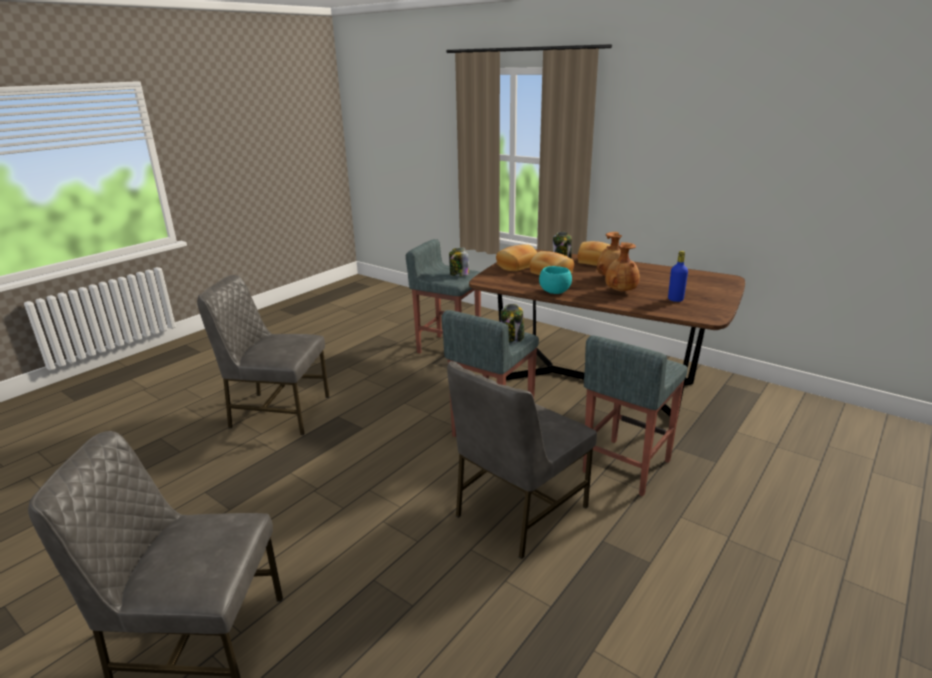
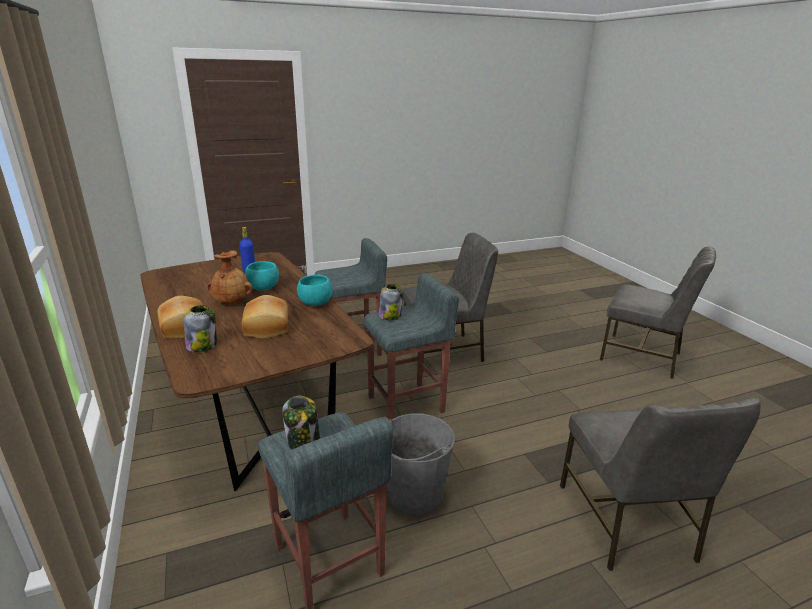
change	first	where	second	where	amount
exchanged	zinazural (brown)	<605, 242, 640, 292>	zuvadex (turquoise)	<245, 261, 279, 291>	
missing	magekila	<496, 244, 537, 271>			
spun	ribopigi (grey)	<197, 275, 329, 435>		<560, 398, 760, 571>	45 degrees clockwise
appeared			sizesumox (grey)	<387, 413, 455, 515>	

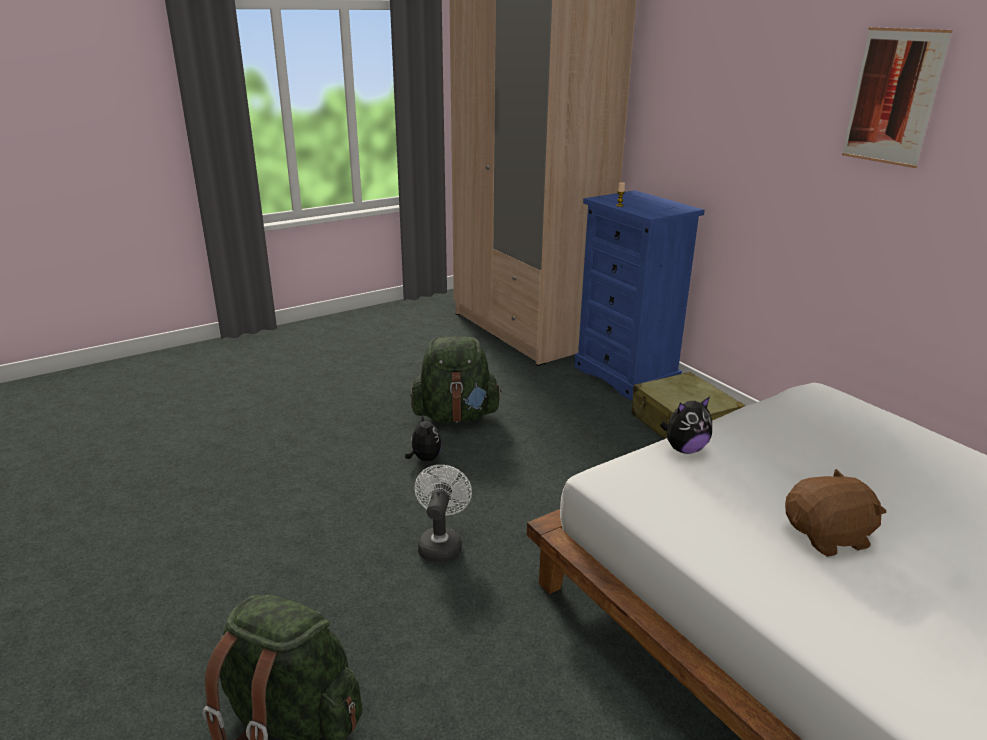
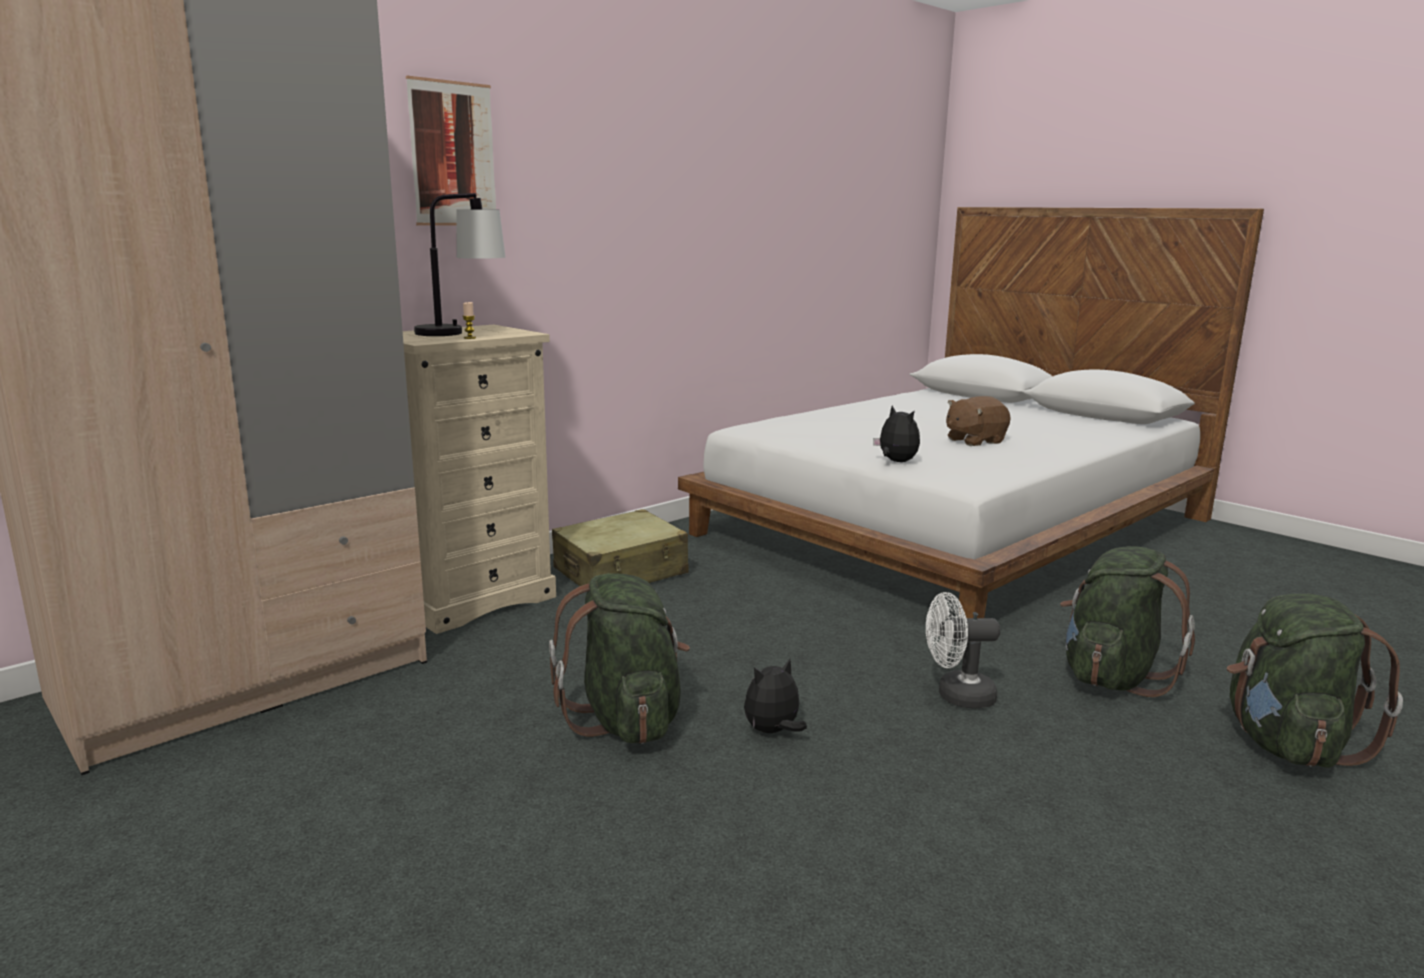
change	first	where	second	where	amount
relocated	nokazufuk	<842, 27, 953, 168>		<406, 76, 496, 226>	
colour	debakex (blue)	<574, 190, 705, 401>	debakex (beige)	<403, 325, 556, 634>	
spun	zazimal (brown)	<785, 469, 887, 557>		<946, 396, 1011, 446>	90 degrees counterclockwise
appeared			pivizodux	<414, 193, 505, 336>	
appeared			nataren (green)	<1060, 546, 1195, 697>	

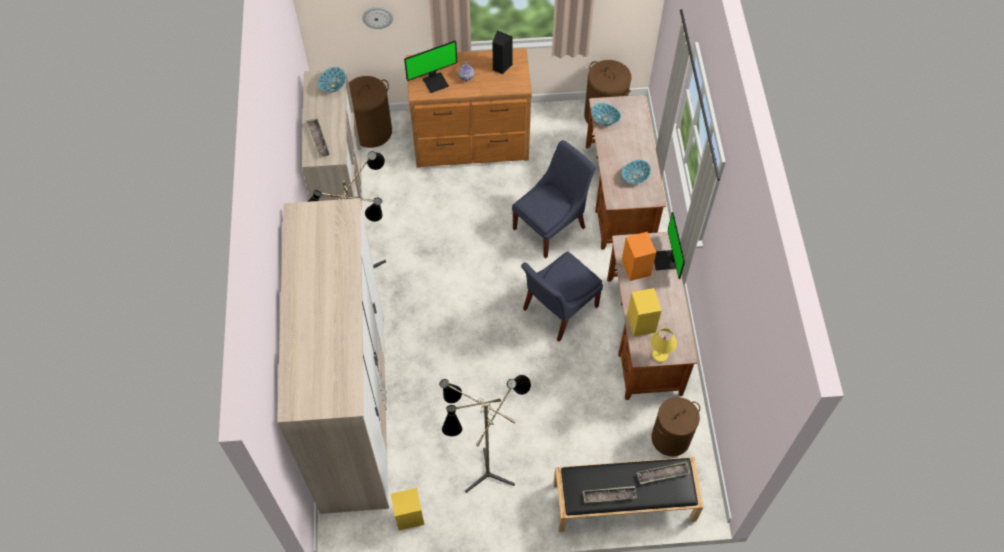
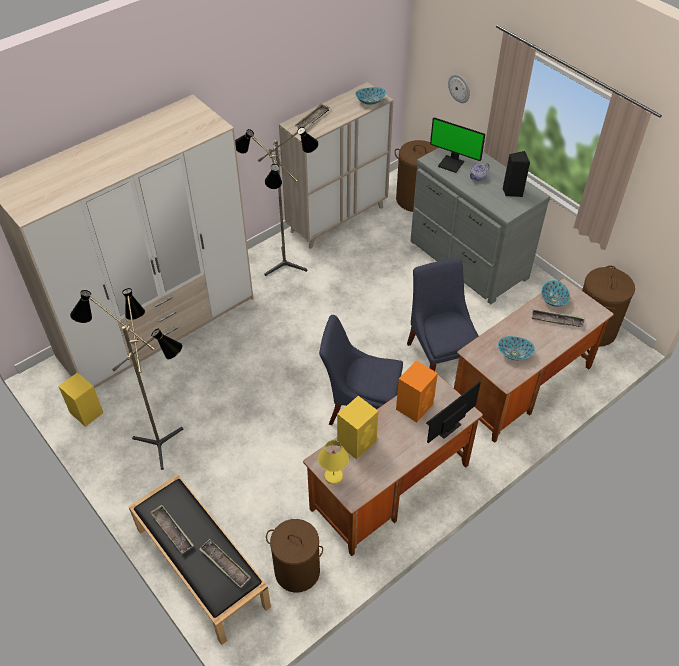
change	first	where	second	where	amount
colour	debakex (brown)	<406, 48, 532, 168>	debakex (grey)	<410, 148, 551, 304>	
spun	ribopigi (blue)	<512, 140, 595, 259>		<407, 258, 479, 371>	120 degrees counterclockwise
appeared			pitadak	<531, 309, 584, 327>	

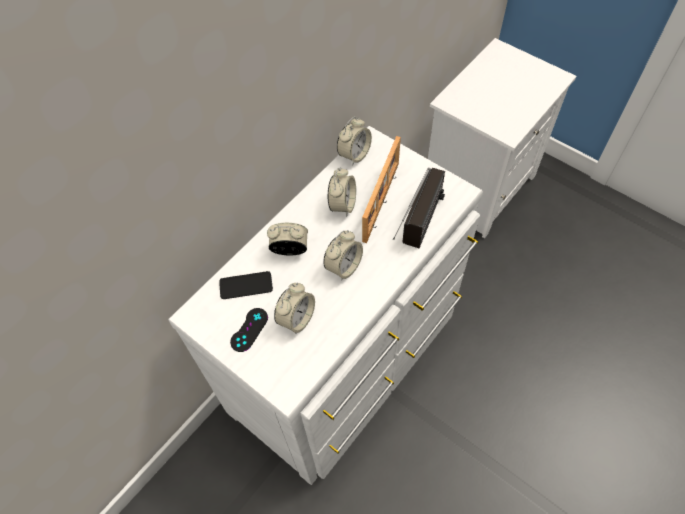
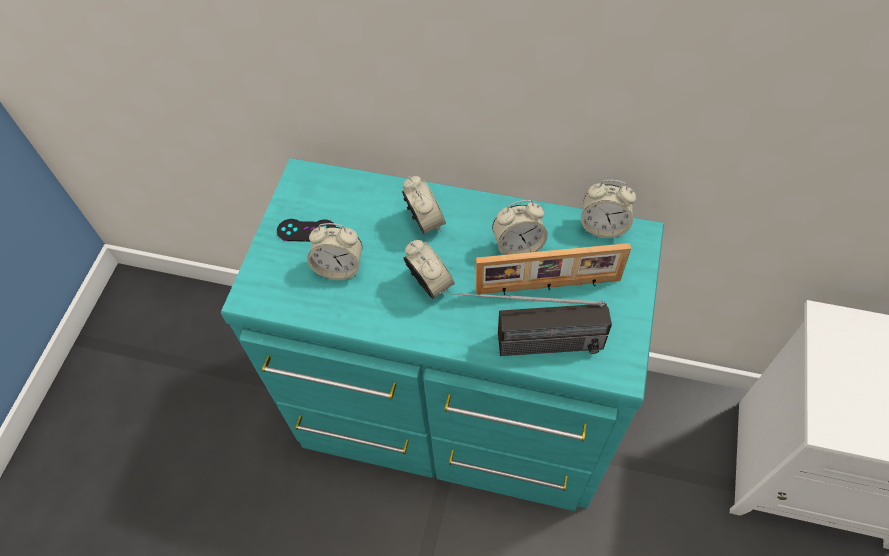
change	first	where	second	where	amount
colour	debakex (white)	<168, 126, 483, 485>	debakex (turquoise)	<221, 158, 664, 511>	
spun	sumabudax	<323, 230, 363, 280>		<403, 240, 455, 299>	135 degrees counterclockwise
missing	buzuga	<219, 271, 273, 299>			

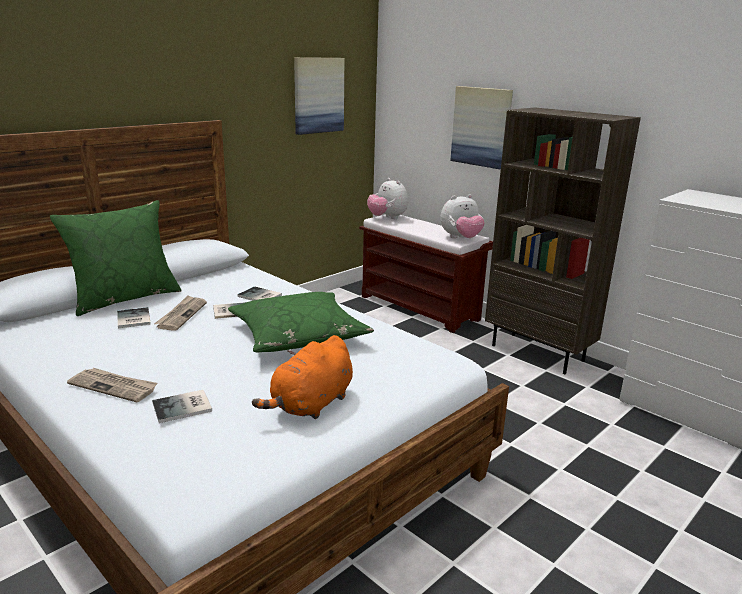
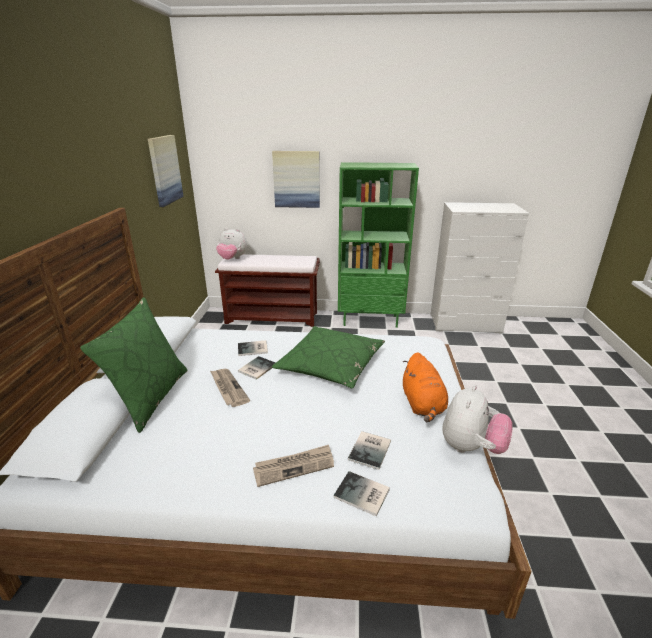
change	first	where	second	where	amount
colour	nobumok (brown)	<485, 107, 641, 374>	nobumok (green)	<338, 162, 419, 328>	
relocated	zazimal	<440, 194, 485, 238>		<443, 385, 513, 454>	
relocated	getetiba	<117, 307, 151, 328>		<333, 471, 390, 516>	

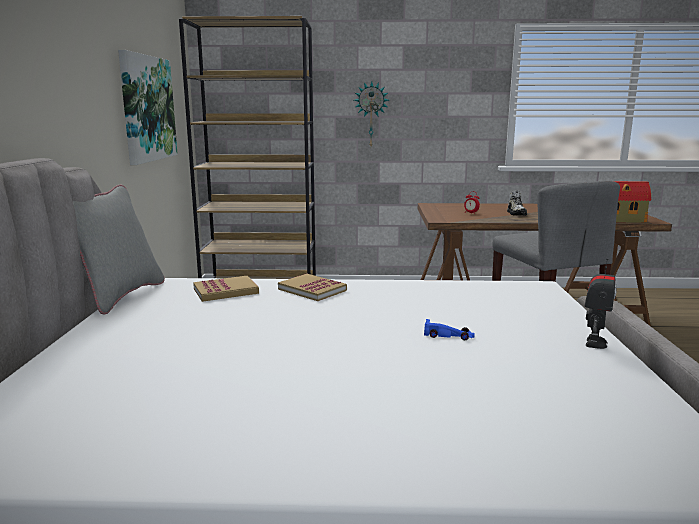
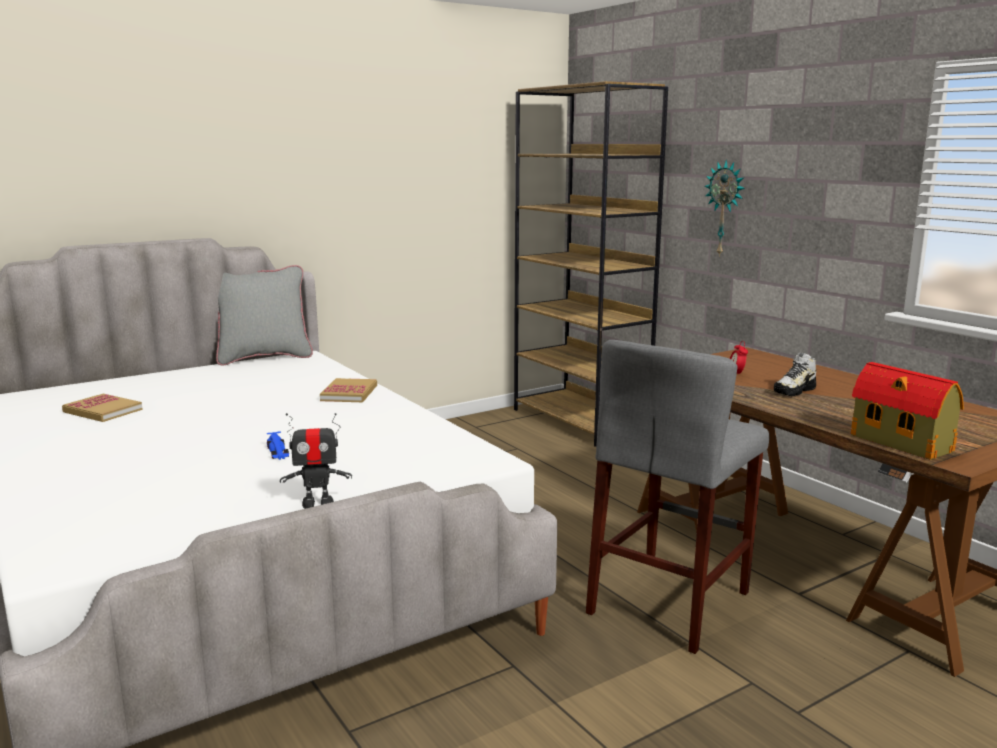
change	first	where	second	where	amount
missing	nokazufuk	<118, 50, 178, 165>			
relocated	getetiba	<193, 276, 259, 302>		<62, 394, 143, 422>	

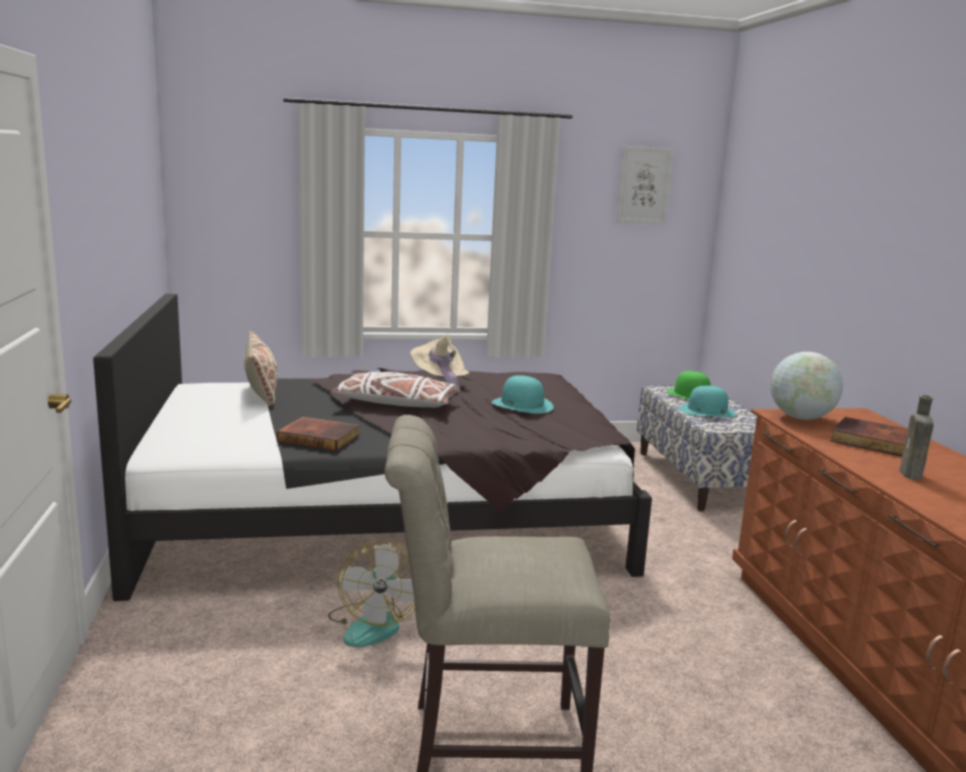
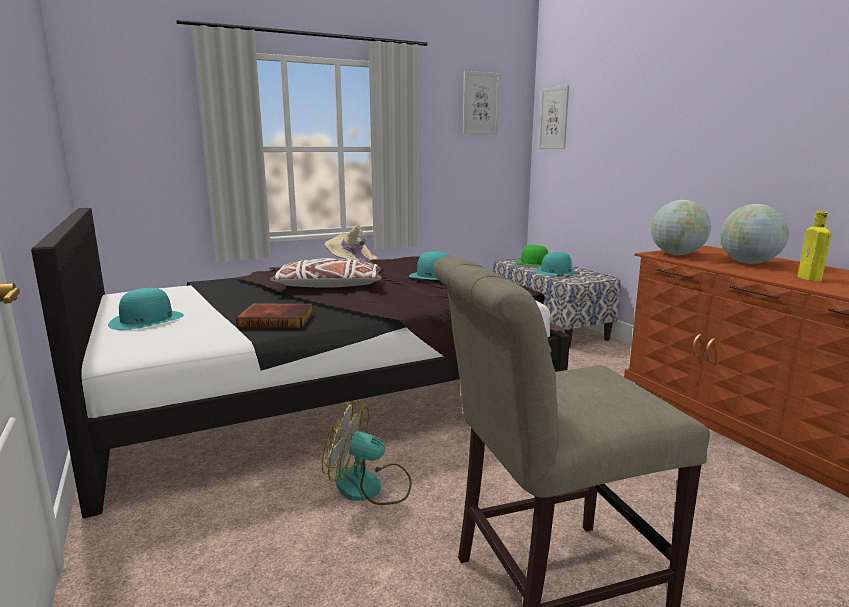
change	first	where	second	where	amount
missing	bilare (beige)	<244, 331, 278, 406>			
colour	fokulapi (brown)	<900, 395, 934, 480>	fokulapi (yellow)	<797, 211, 831, 281>	
exchanged	getetiba	<830, 417, 908, 457>	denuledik	<720, 204, 789, 264>	
spun	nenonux	<328, 541, 415, 647>		<322, 400, 411, 505>	120 degrees clockwise
appeared			nokazufuk	<538, 85, 569, 149>	
appeared			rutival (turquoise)	<108, 288, 184, 330>	

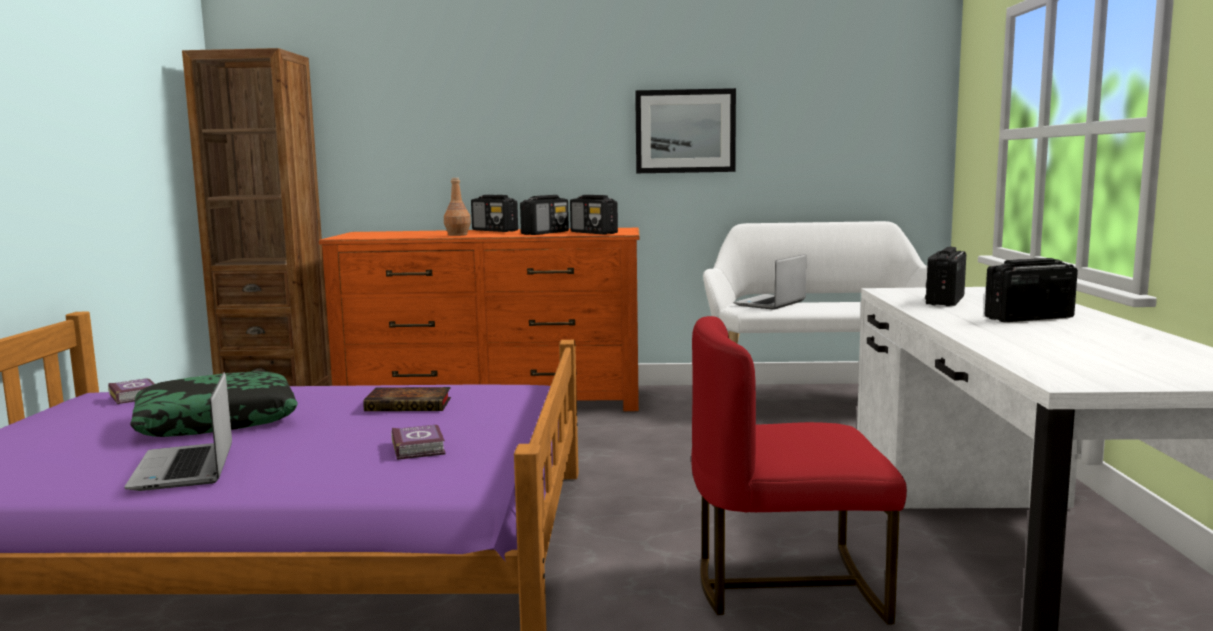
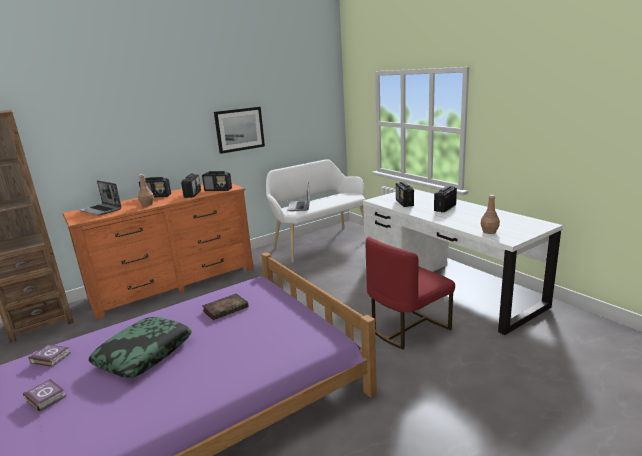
change	first	where	second	where	amount
relocated	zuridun	<124, 372, 232, 491>		<79, 180, 122, 216>	
relocated	getetiba	<391, 425, 446, 460>		<23, 379, 67, 412>	
appeared			fokulapi (brown)	<481, 195, 500, 234>	

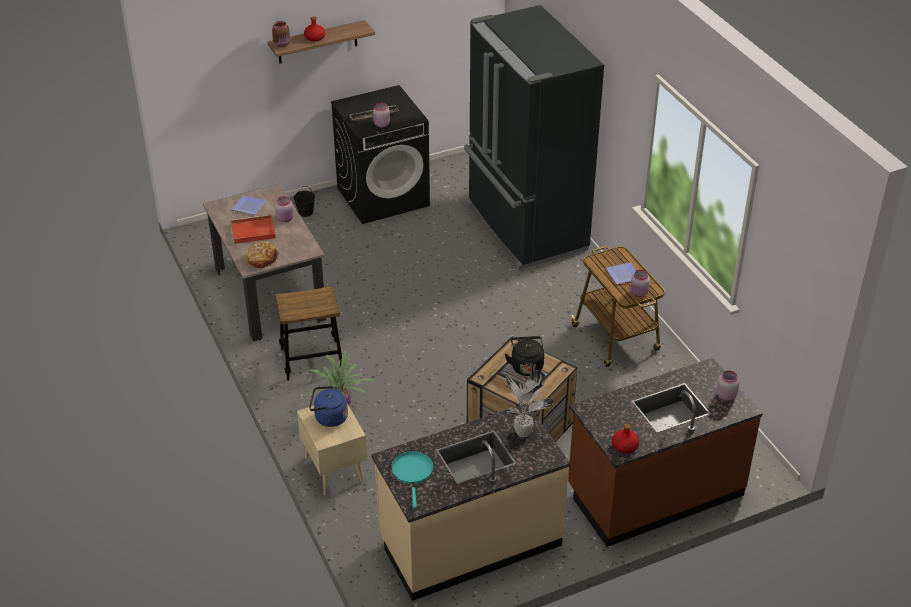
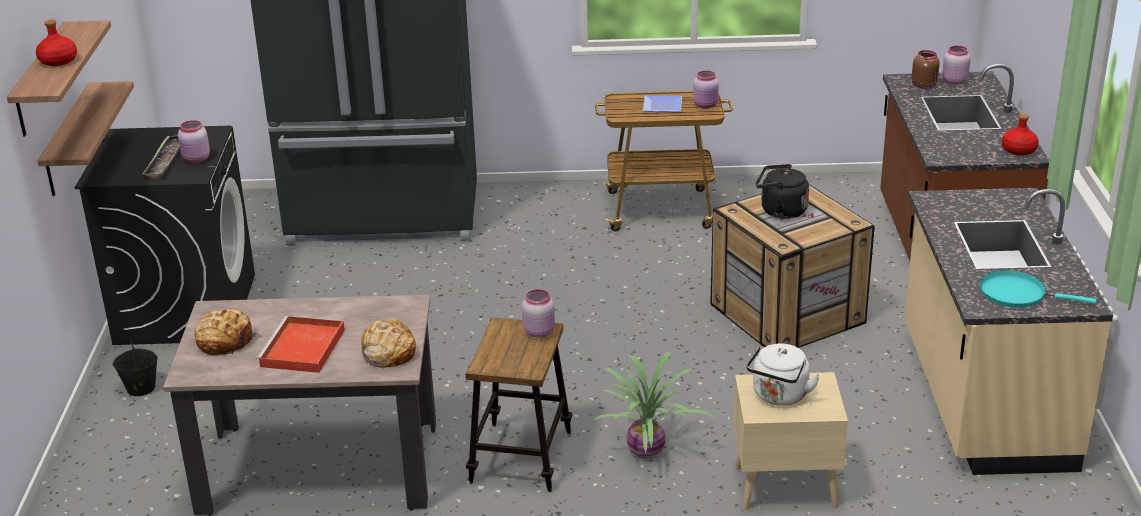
change	first	where	second	where	amount
relocated	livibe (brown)	<272, 21, 290, 47>		<911, 50, 940, 89>	
exchanged	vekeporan	<232, 195, 266, 215>	magekila	<195, 309, 262, 356>	
relocated	livibe (pink)	<275, 196, 294, 222>		<522, 289, 555, 337>	
missing	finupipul	<503, 370, 554, 437>			
colour	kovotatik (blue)	<309, 386, 348, 427>	kovotatik (white)	<746, 344, 820, 406>	
appeared			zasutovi	<38, 81, 134, 196>	

